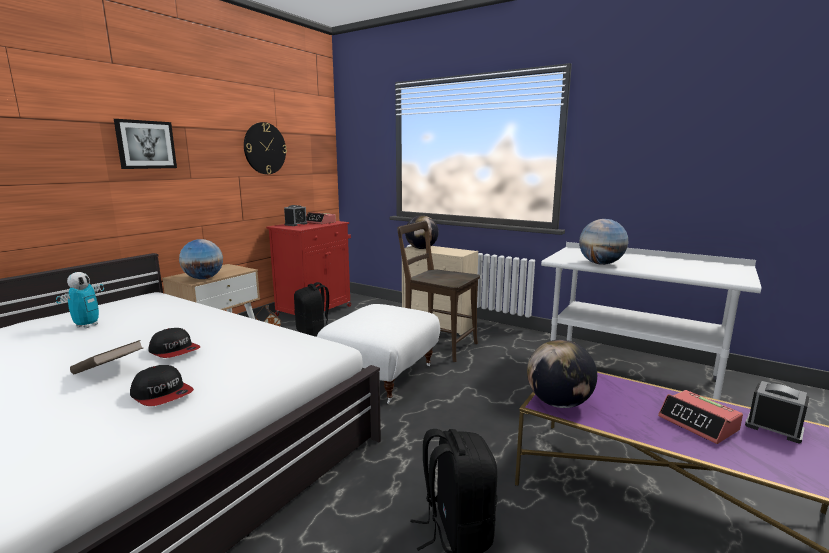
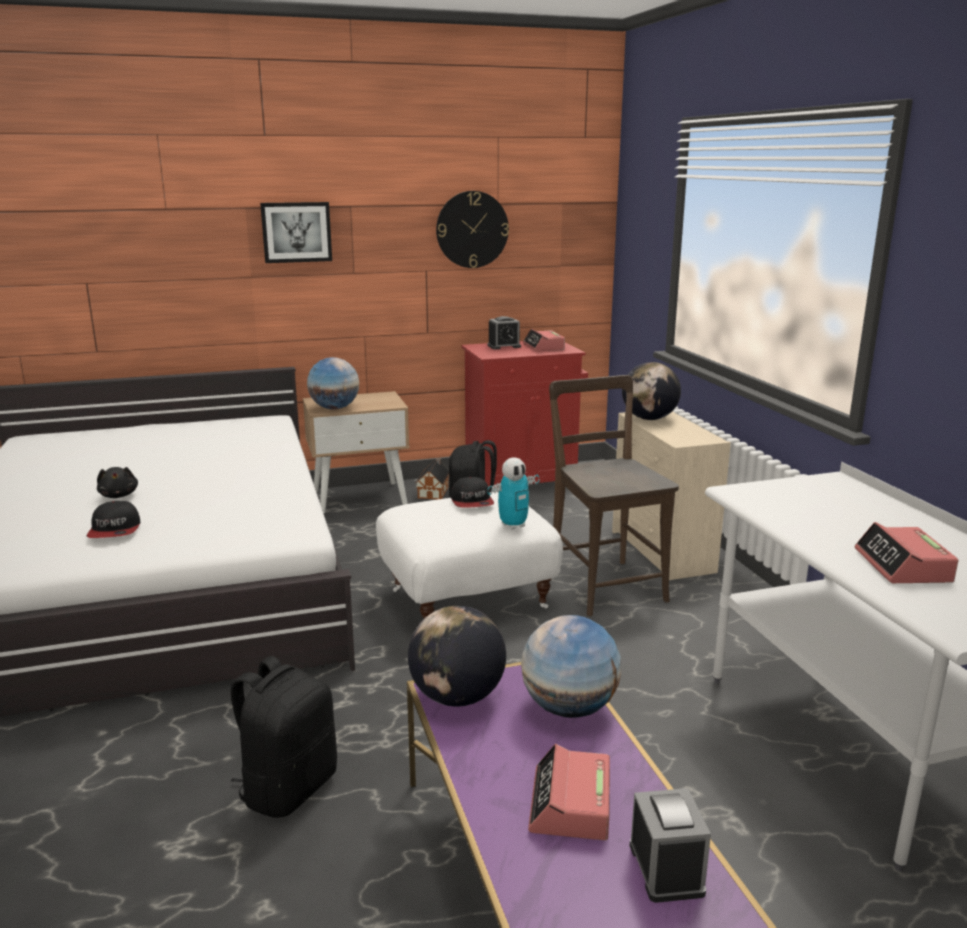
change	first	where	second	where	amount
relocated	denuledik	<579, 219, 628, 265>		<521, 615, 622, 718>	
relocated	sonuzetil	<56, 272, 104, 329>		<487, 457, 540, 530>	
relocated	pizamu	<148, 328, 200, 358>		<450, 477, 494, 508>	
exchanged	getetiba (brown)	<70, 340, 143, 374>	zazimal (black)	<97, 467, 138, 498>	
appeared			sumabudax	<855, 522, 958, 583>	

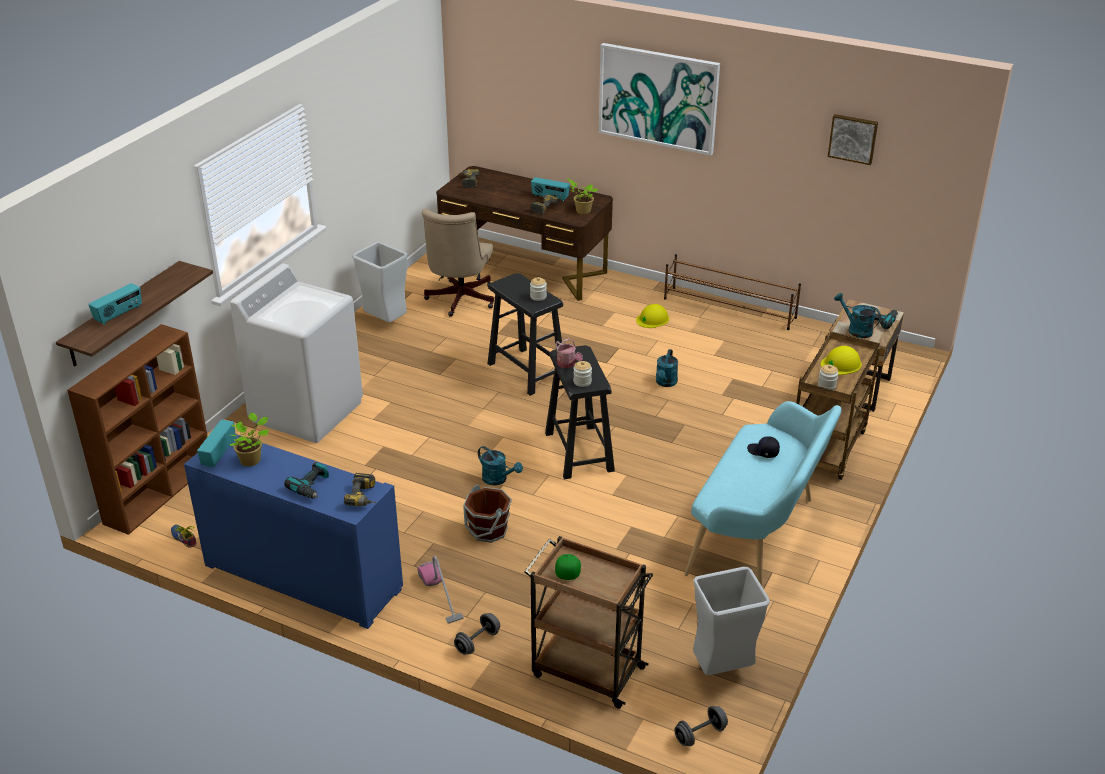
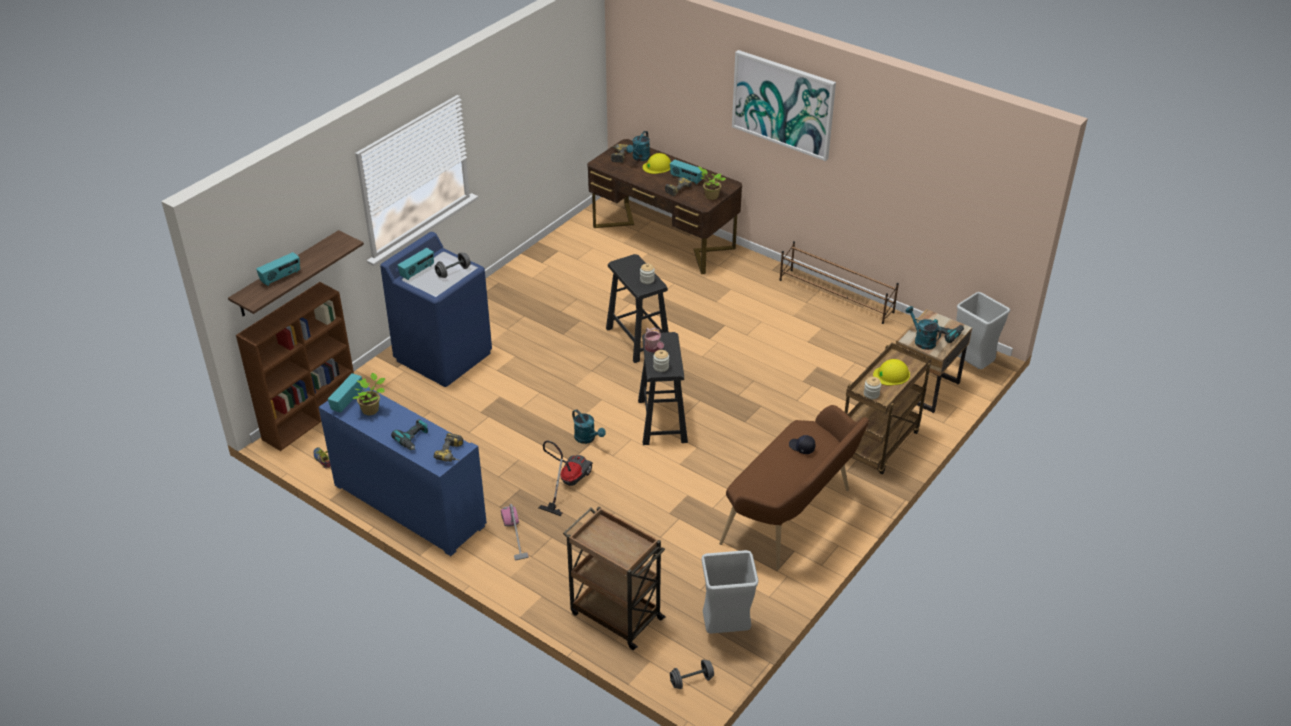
change	first	where	second	where	amount
missing	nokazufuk	<828, 114, 878, 165>			
missing	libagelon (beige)	<422, 209, 494, 317>			
relocated	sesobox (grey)	<352, 242, 408, 322>		<957, 292, 1010, 369>	
colour	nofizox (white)	<230, 263, 363, 443>	nofizox (blue)	<380, 232, 492, 387>	
relocated	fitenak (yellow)	<636, 304, 669, 328>		<643, 153, 671, 174>	
relocated	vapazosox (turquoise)	<656, 349, 678, 387>		<626, 131, 650, 161>	
colour	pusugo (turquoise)	<684, 401, 842, 586>	pusugo (brown)	<719, 405, 869, 570>	
exchanged	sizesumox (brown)	<463, 485, 512, 543>	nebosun	<539, 441, 593, 516>	
missing	pizamu (green)	<555, 554, 581, 580>			
relocated	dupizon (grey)	<454, 613, 500, 655>		<435, 252, 471, 278>	
appeared			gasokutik	<397, 248, 434, 280>	

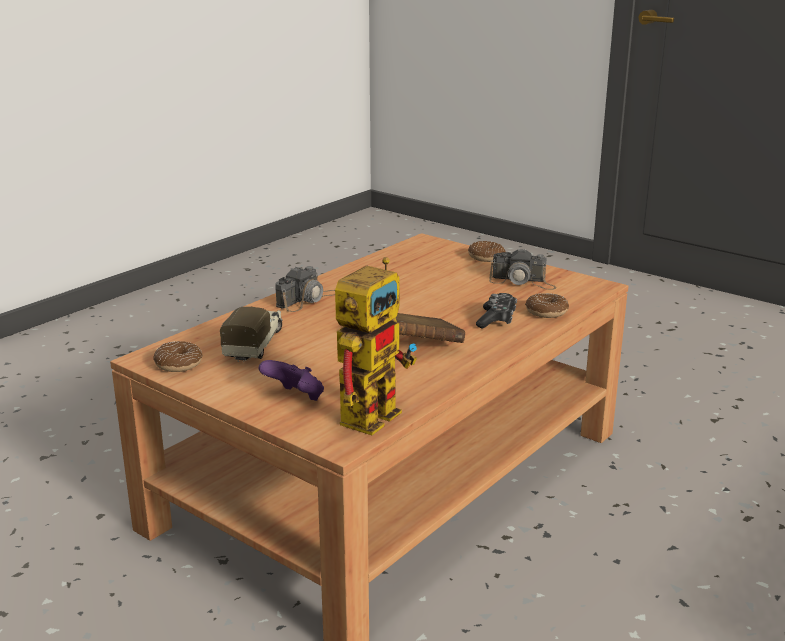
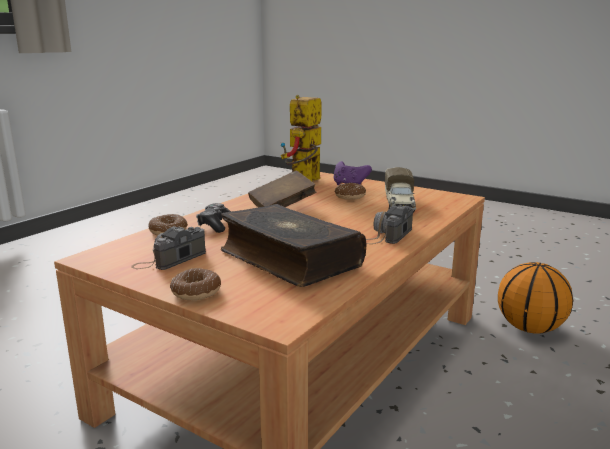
change	first	where	second	where	amount
spun	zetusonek	<489, 248, 556, 290>		<131, 226, 206, 270>	60 degrees counterclockwise
relocated	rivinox	<153, 341, 202, 372>		<335, 183, 366, 200>	
appeared			getetiba	<221, 204, 366, 287>	
appeared			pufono	<498, 262, 573, 333>	

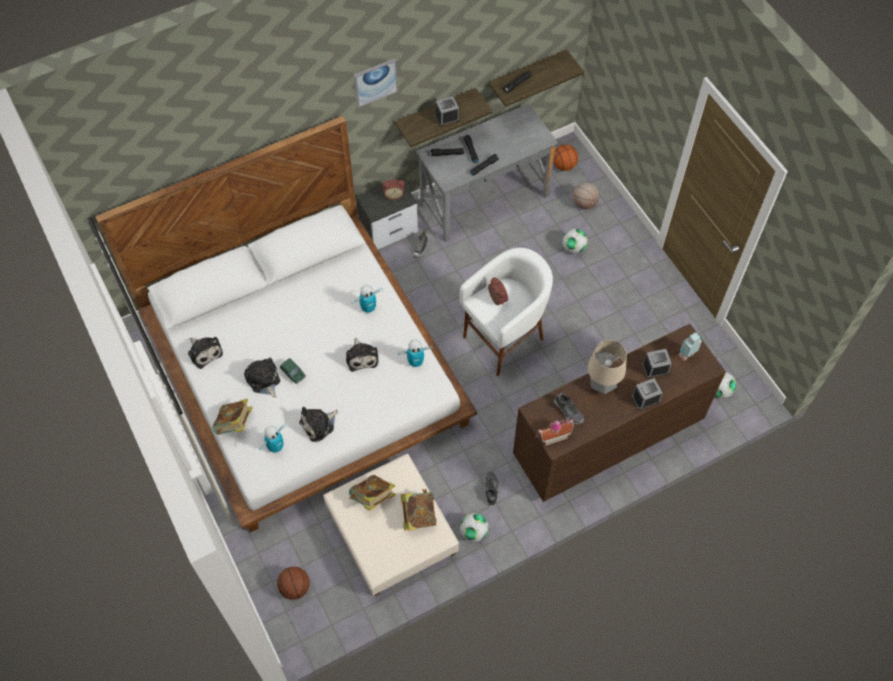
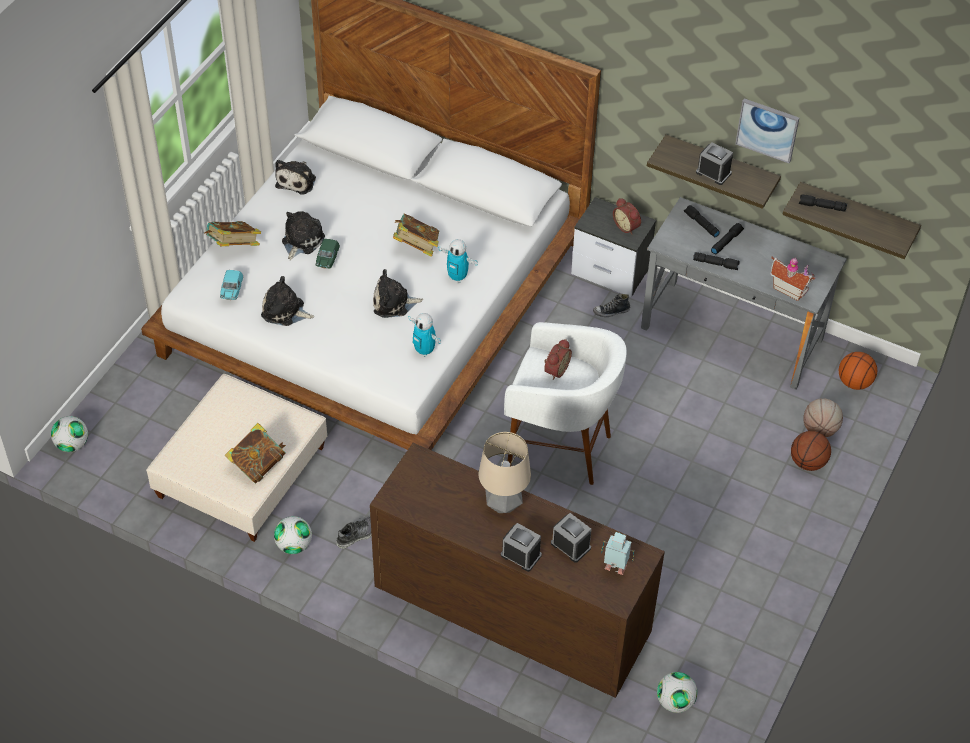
change	first	where	second	where	amount
relocated	nokazufuk	<354, 58, 398, 108>		<735, 98, 799, 163>	
relocated	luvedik	<563, 229, 588, 254>		<51, 416, 88, 452>	
spun	zazimal	<346, 338, 379, 372>		<373, 269, 424, 318>	45 degrees clockwise
missing	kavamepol	<554, 393, 585, 424>			
relocated	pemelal	<535, 417, 575, 446>		<770, 256, 815, 301>	
exchanged	sonuzetil	<259, 423, 286, 453>	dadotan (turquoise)	<220, 270, 243, 300>	
relocated	getetiba	<349, 475, 396, 511>		<393, 214, 439, 257>	
relocated	pufono	<277, 567, 310, 600>		<791, 431, 831, 471>	

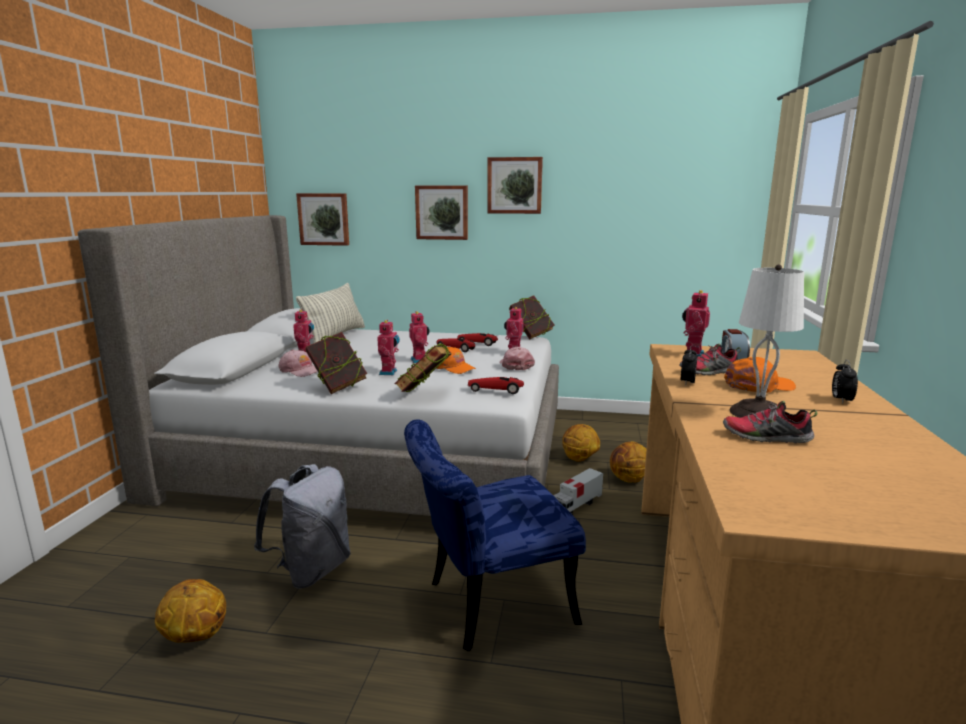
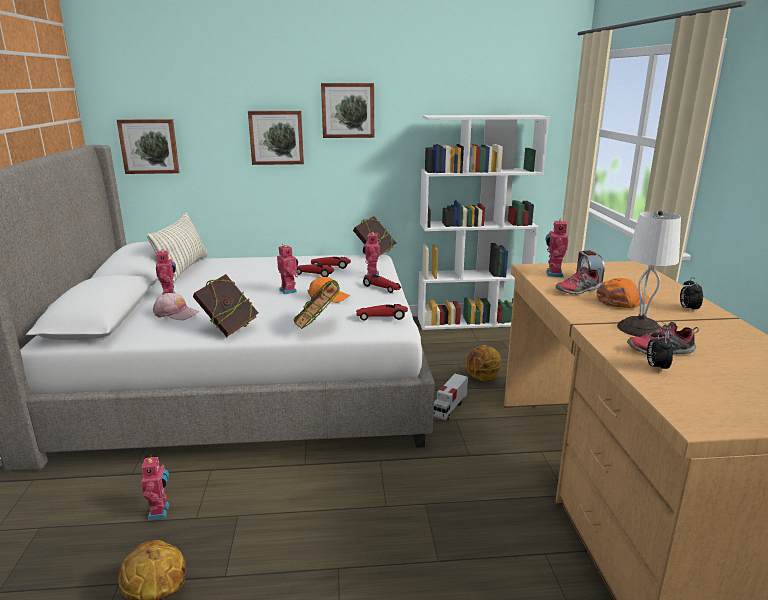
change	first	where	second	where	amount
relocated	sonuzetil	<377, 320, 400, 375>		<141, 455, 169, 520>	
relocated	sumabudax	<681, 346, 698, 386>		<647, 328, 673, 373>	
exchanged	pizamu (pink)	<499, 347, 535, 370>	dadotan	<363, 274, 401, 293>	
missing	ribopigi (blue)	<404, 419, 586, 651>			
missing	pufono	<562, 424, 600, 462>			
missing	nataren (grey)	<254, 464, 351, 589>			
appeared			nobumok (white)	<418, 115, 549, 330>	

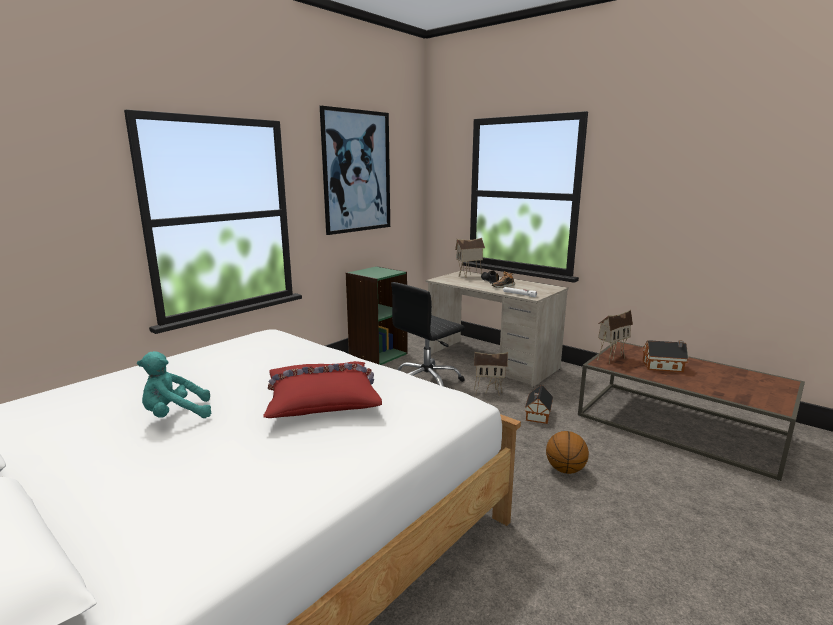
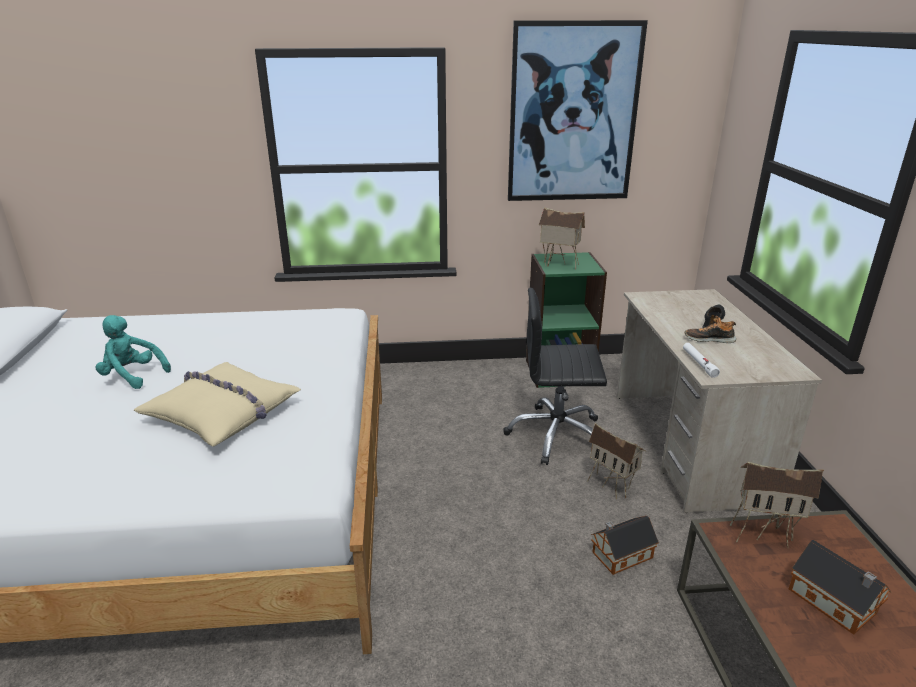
change	first	where	second	where	amount
relocated	pemelal	<455, 238, 485, 278>		<539, 207, 585, 270>	
colour	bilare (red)	<263, 361, 382, 418>	bilare (beige)	<134, 362, 301, 447>	
missing	pufono	<546, 431, 589, 474>			

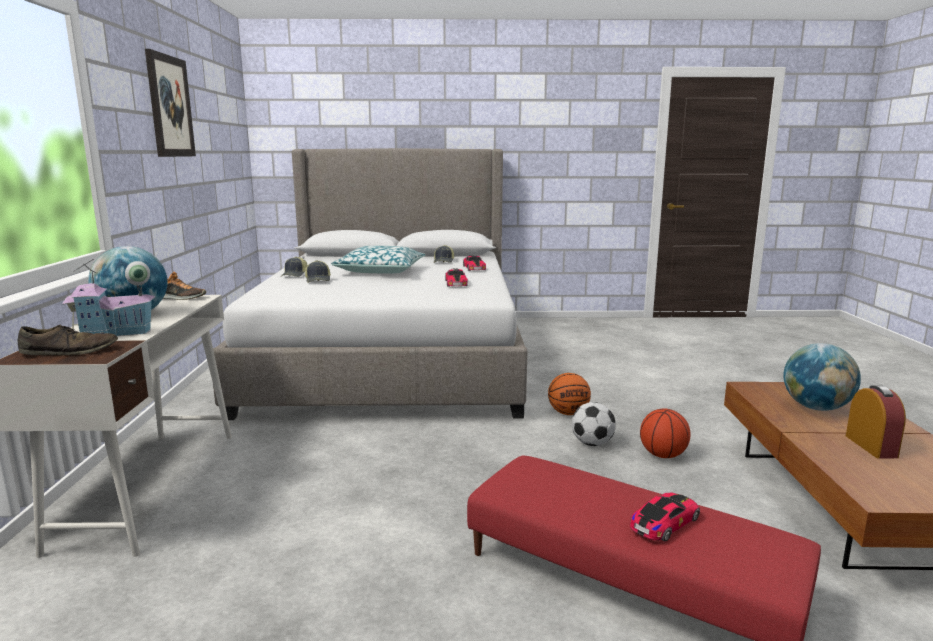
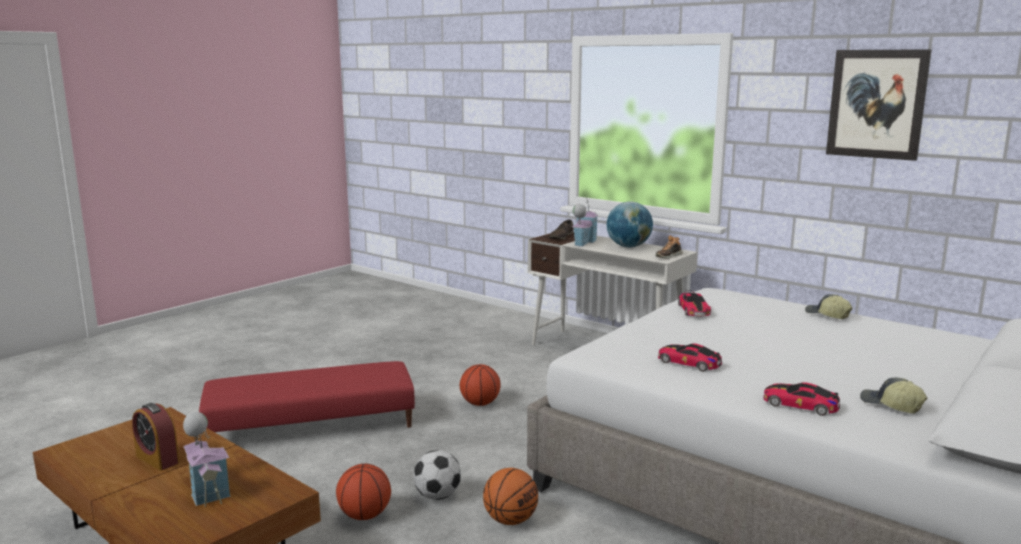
change	first	where	second	where	amount
missing	bilare	<331, 246, 425, 274>			
missing	pizamu	<305, 260, 331, 283>			
exchanged	denuledik	<783, 343, 861, 411>	pemelal	<183, 412, 231, 507>	
relocated	dadotan	<630, 492, 700, 542>		<678, 290, 711, 316>	
appeared			pufono	<460, 364, 501, 406>	

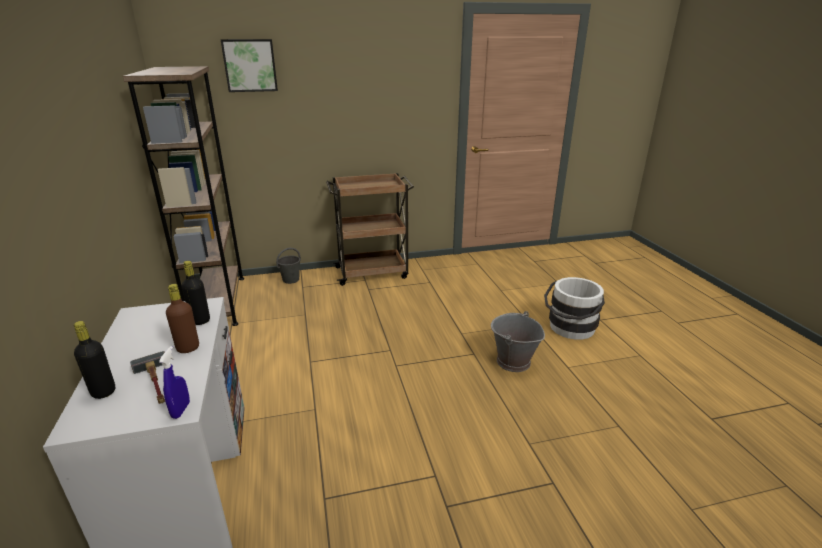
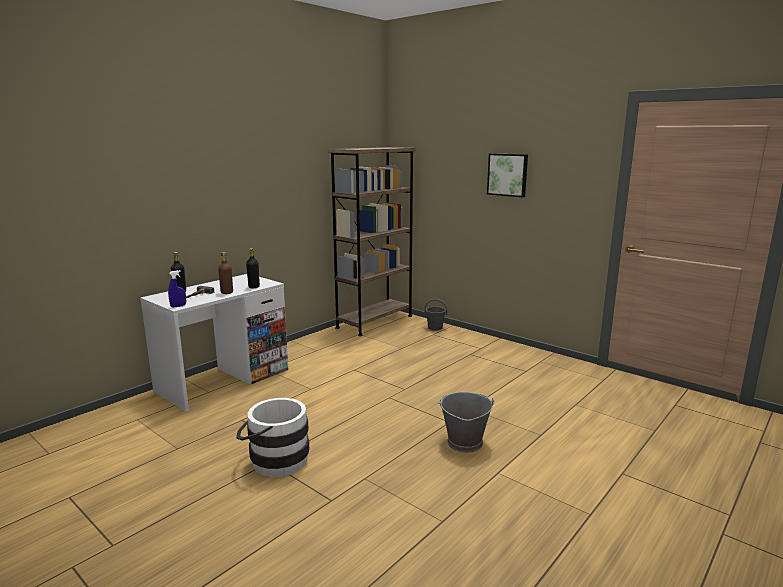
change	first	where	second	where	amount
relocated	nokazufuk	<221, 39, 278, 92>		<487, 153, 528, 197>	
missing	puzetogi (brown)	<326, 173, 414, 286>			
relocated	sizesumox (white)	<544, 277, 605, 340>		<236, 398, 309, 477>	

